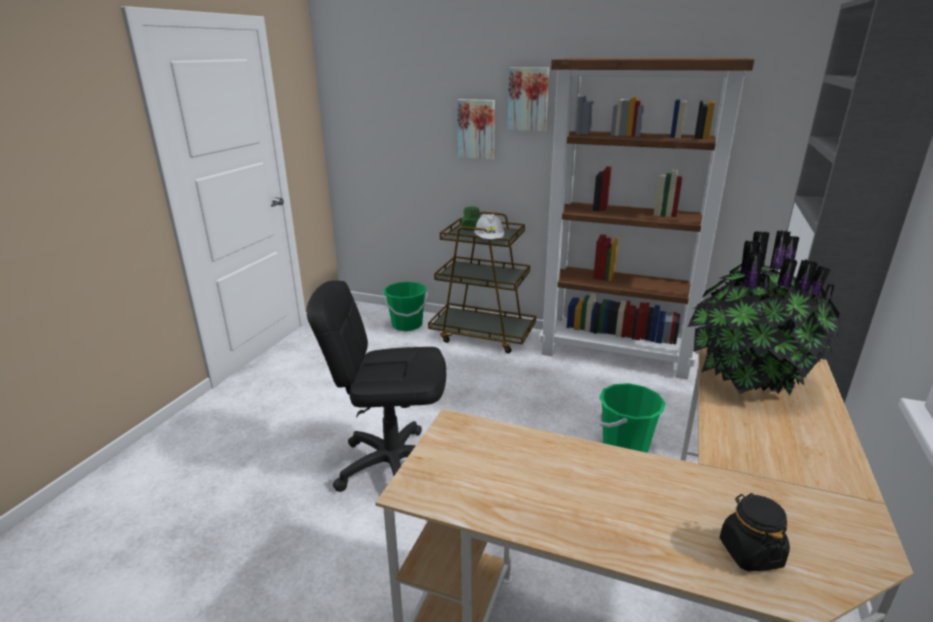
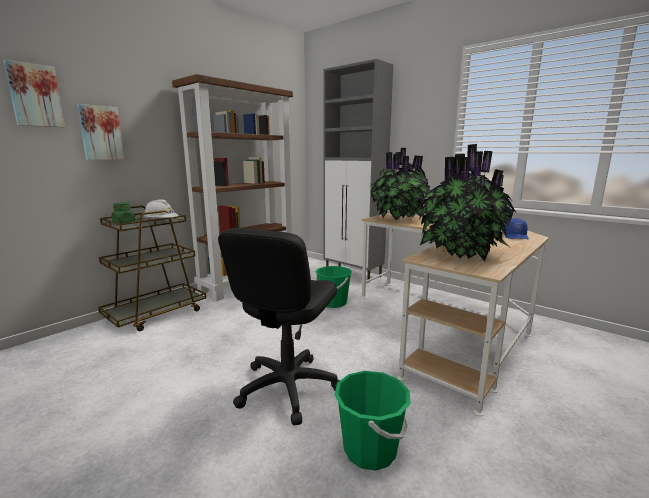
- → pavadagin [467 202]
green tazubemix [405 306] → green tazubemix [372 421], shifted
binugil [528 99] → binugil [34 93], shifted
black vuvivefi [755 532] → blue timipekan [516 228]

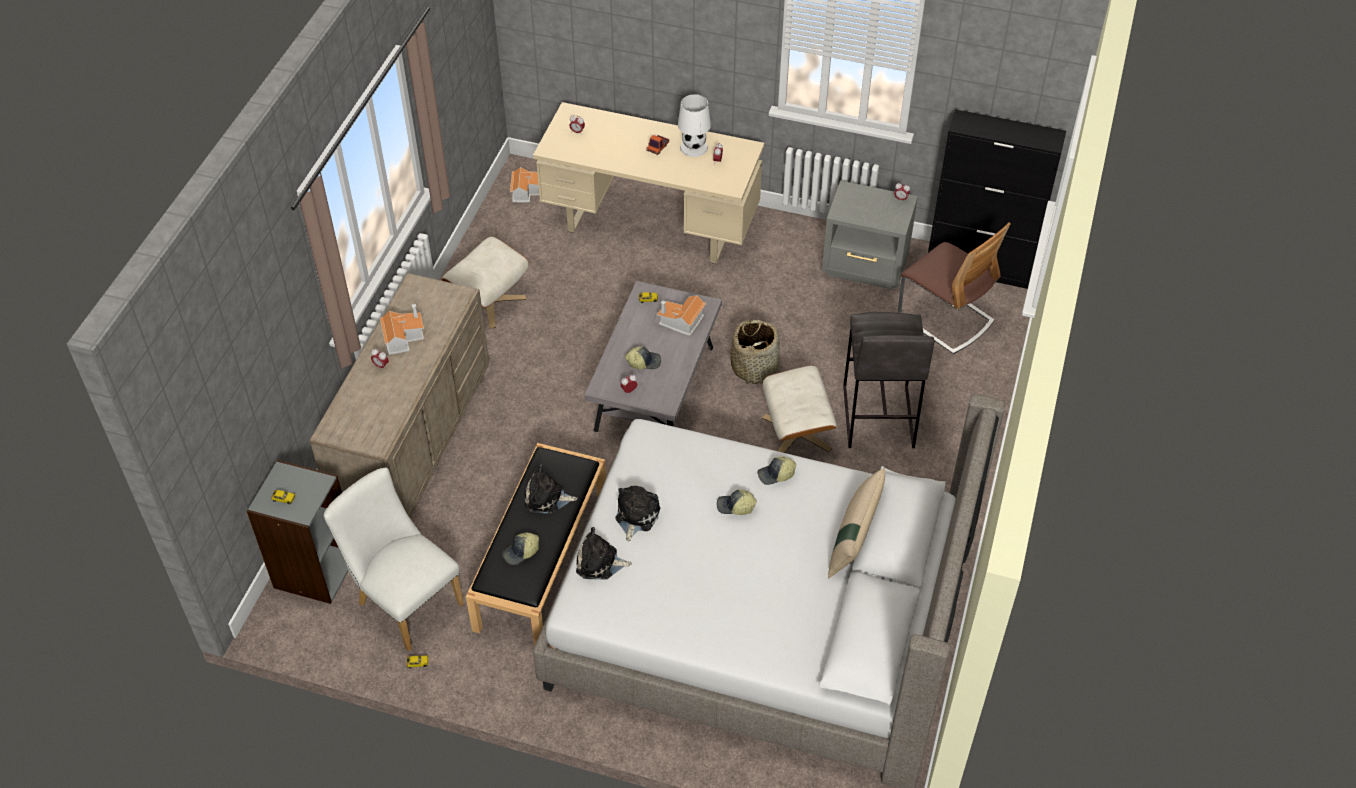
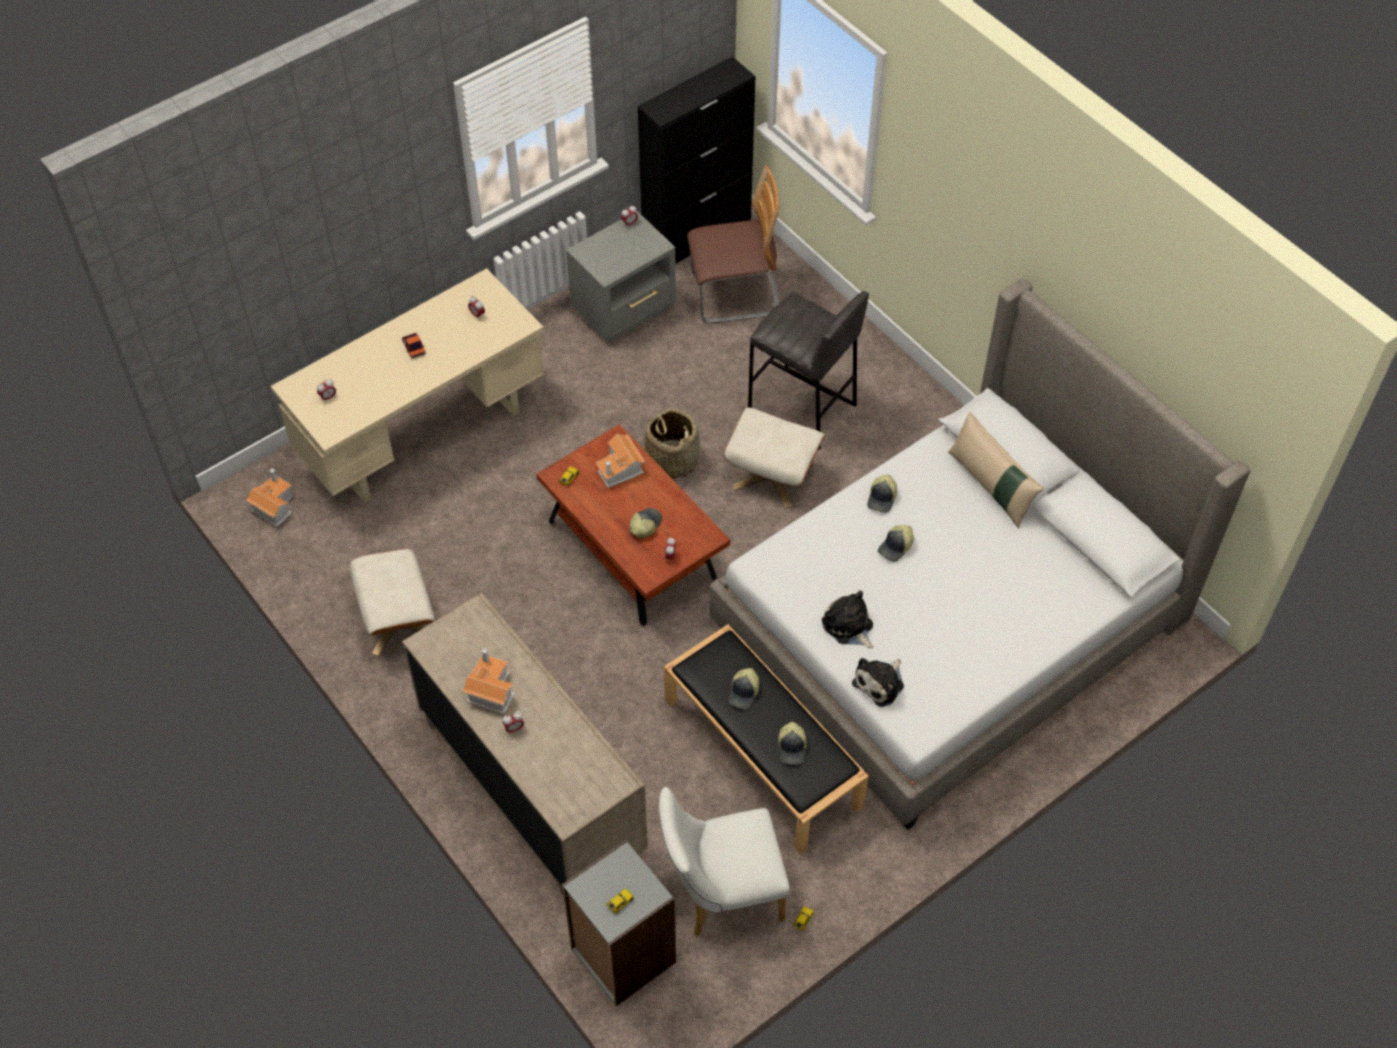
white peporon [694 125] → -
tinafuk [551 488] → timipekan [743 688]
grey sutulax [653 356] → brown sutulax [633 525]

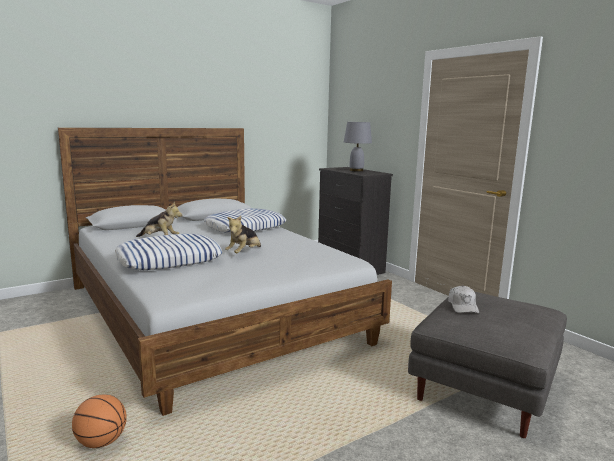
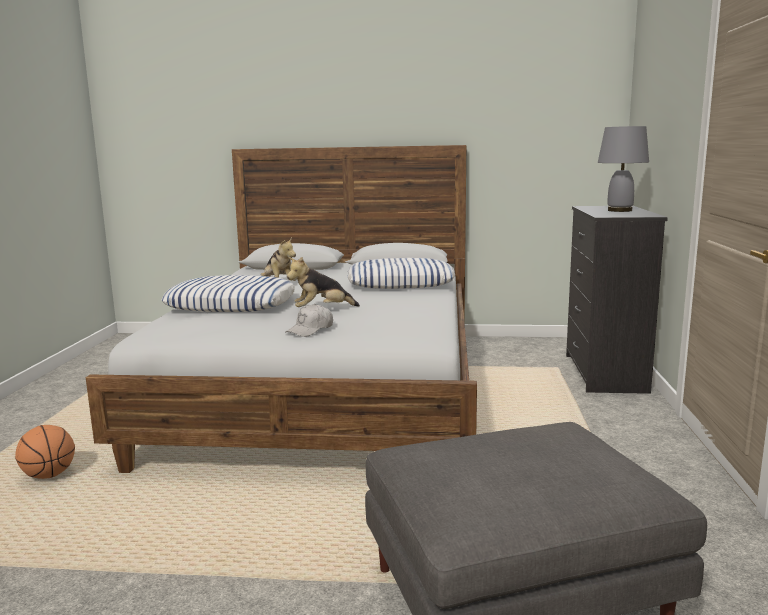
white timipekan [463 299] → white timipekan [309 320], shifted

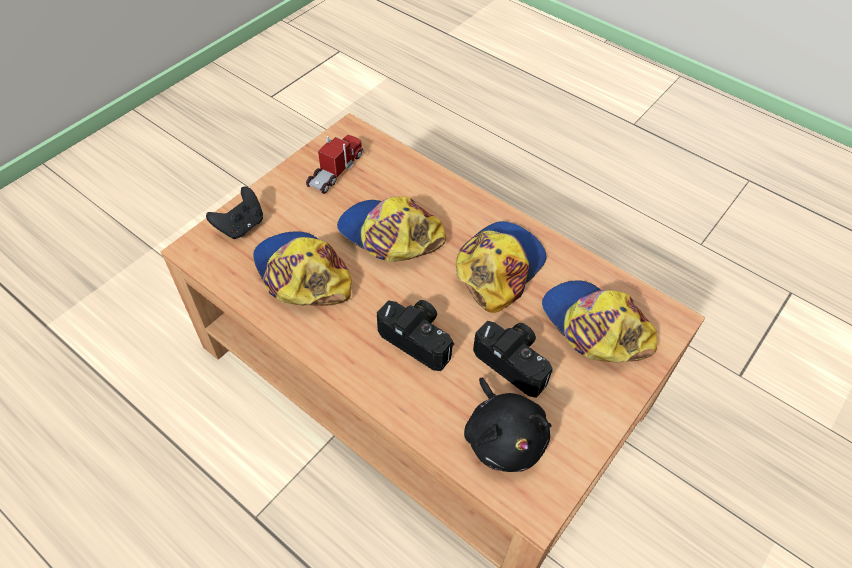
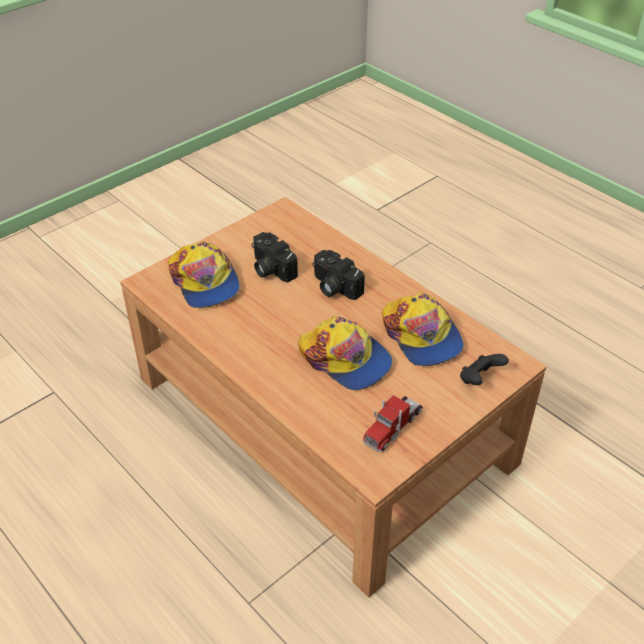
timipekan [501 267] → -
black tinafuk [508 424] → -

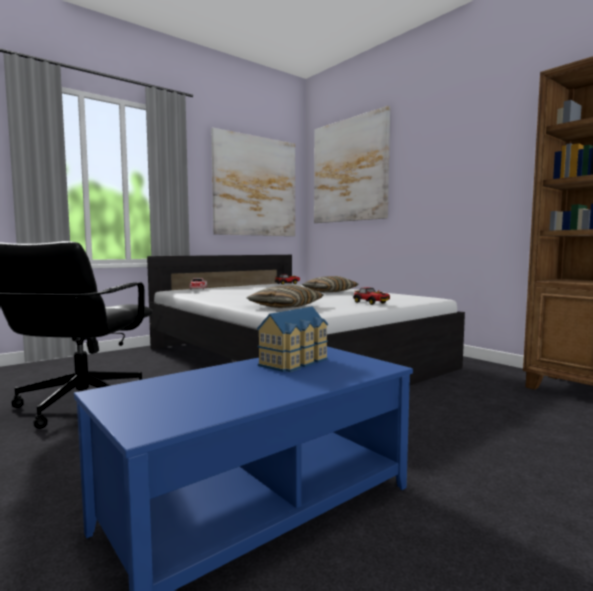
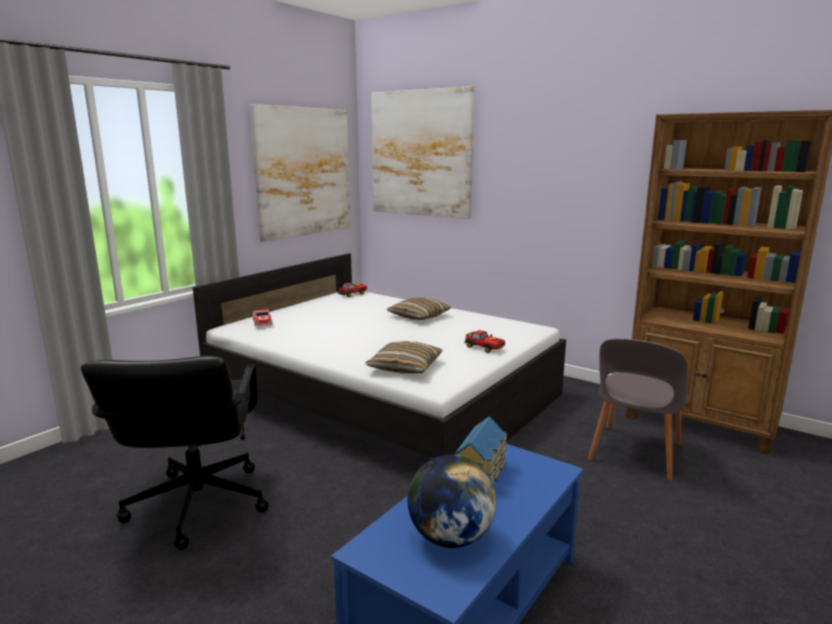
- → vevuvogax [452 501]
- → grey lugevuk [638 409]

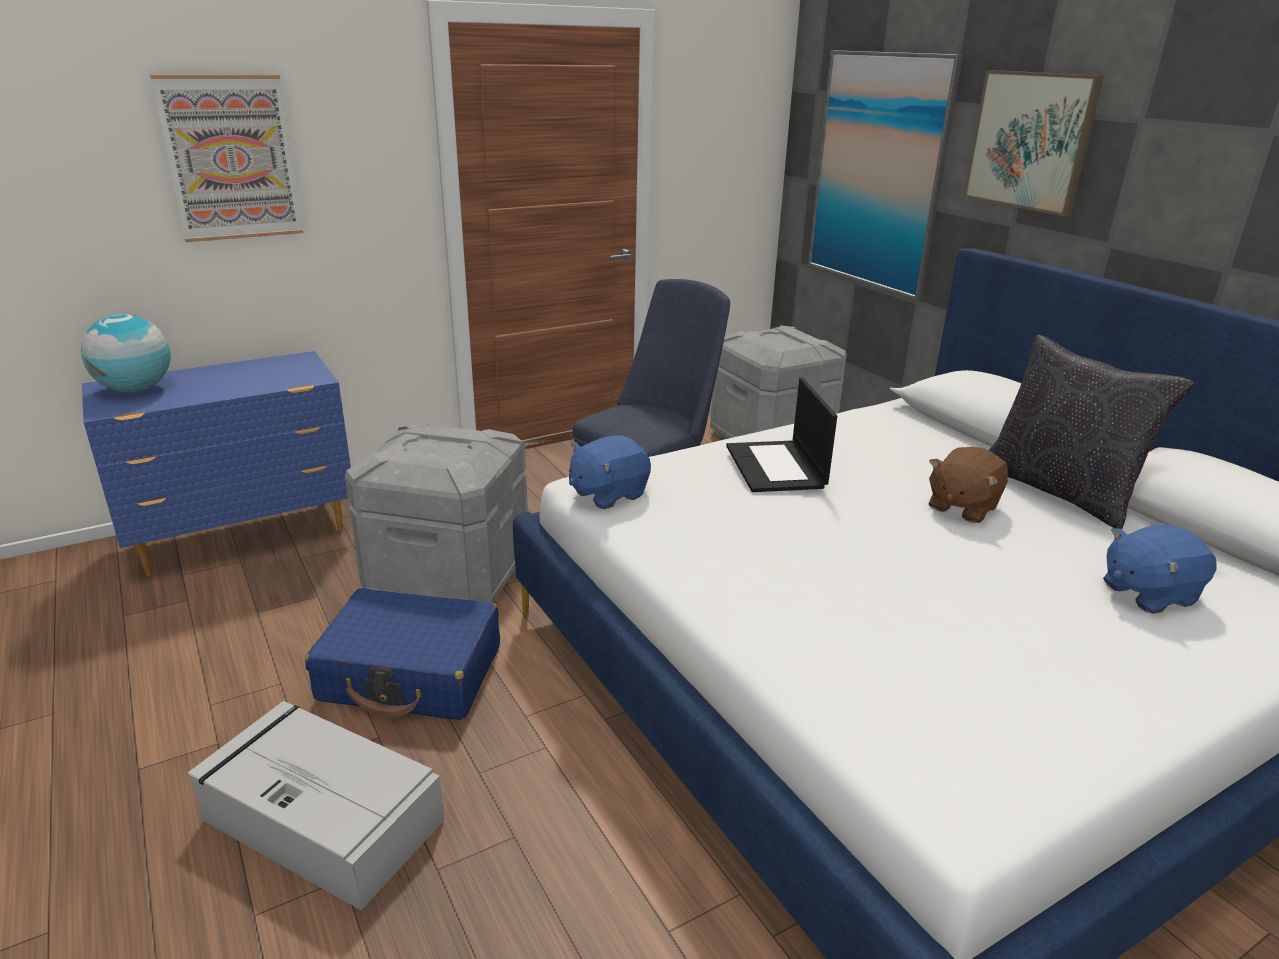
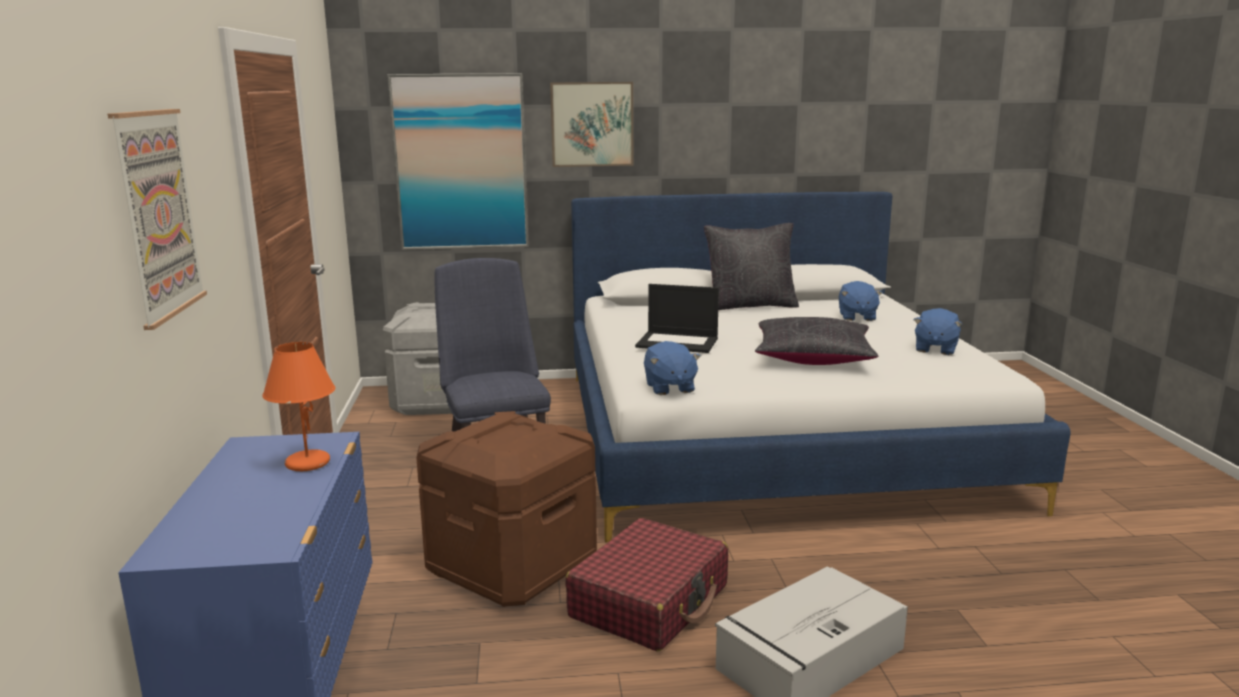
vevuvogax [126 353] → -
brown tinafuk [968 485] → -
- → orange peporon [298 406]
- → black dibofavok [817 341]
- → blue tinafuk [938 331]
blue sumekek [402 654] → red sumekek [646 584]
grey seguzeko [436 512] → brown seguzeko [506 509]

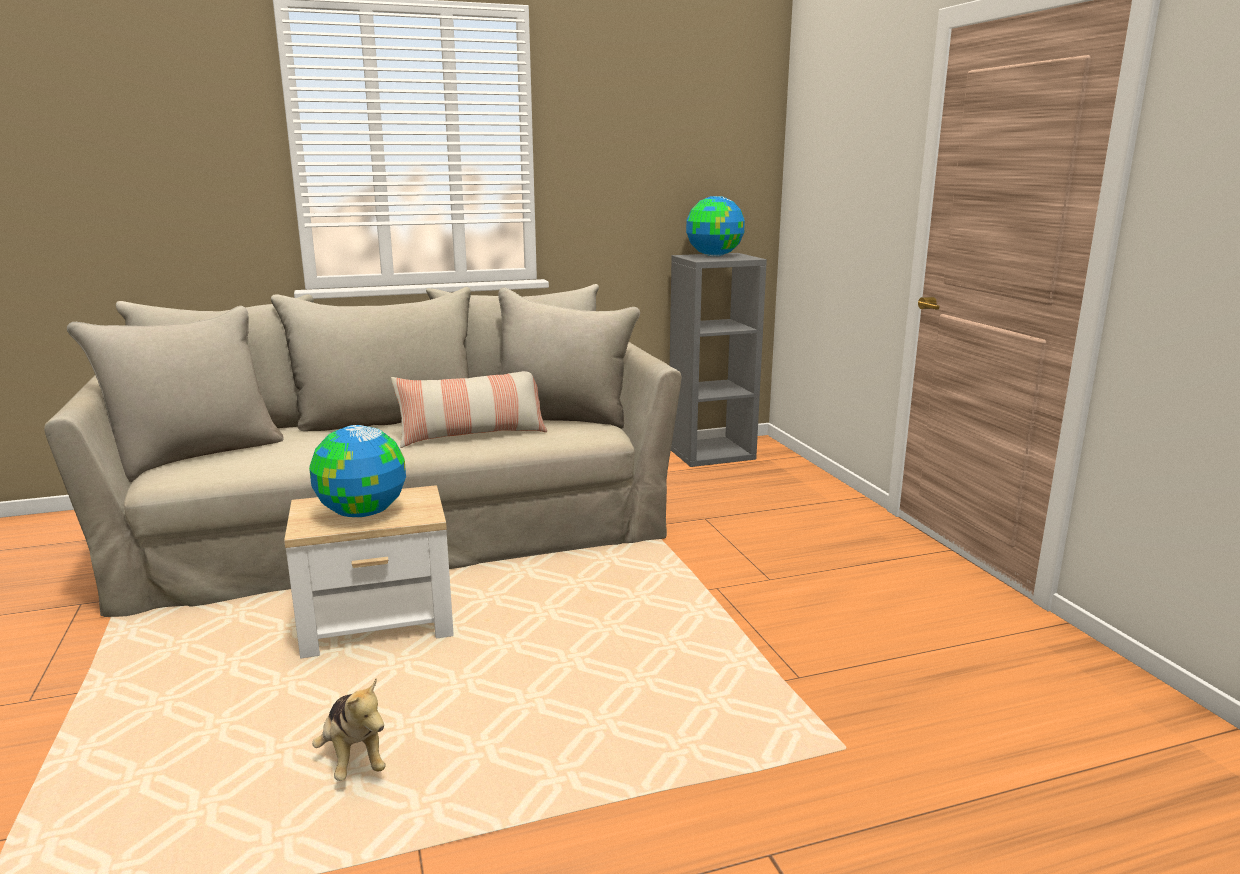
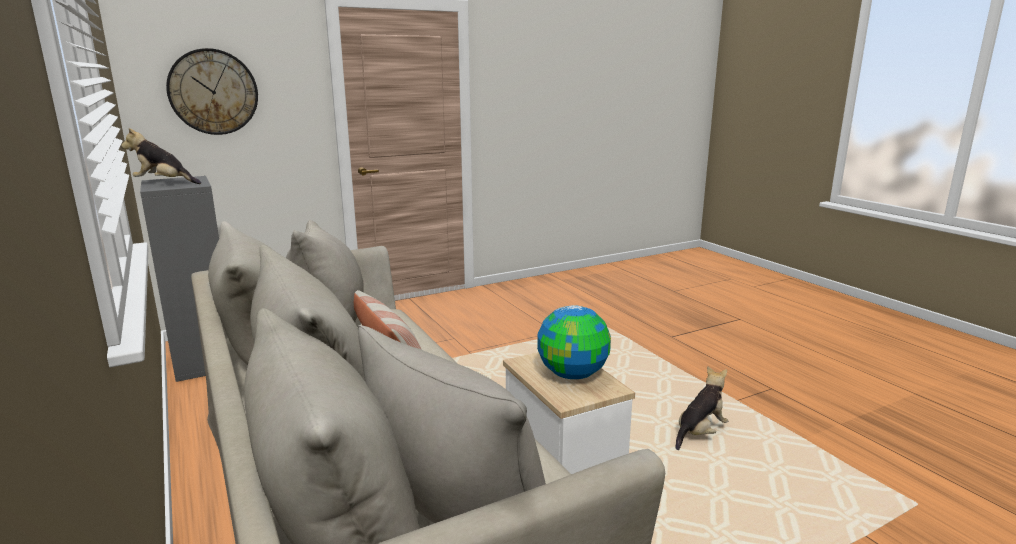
- → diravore [212 91]
vevuvogax [715 226] → tinafuk [161 156]

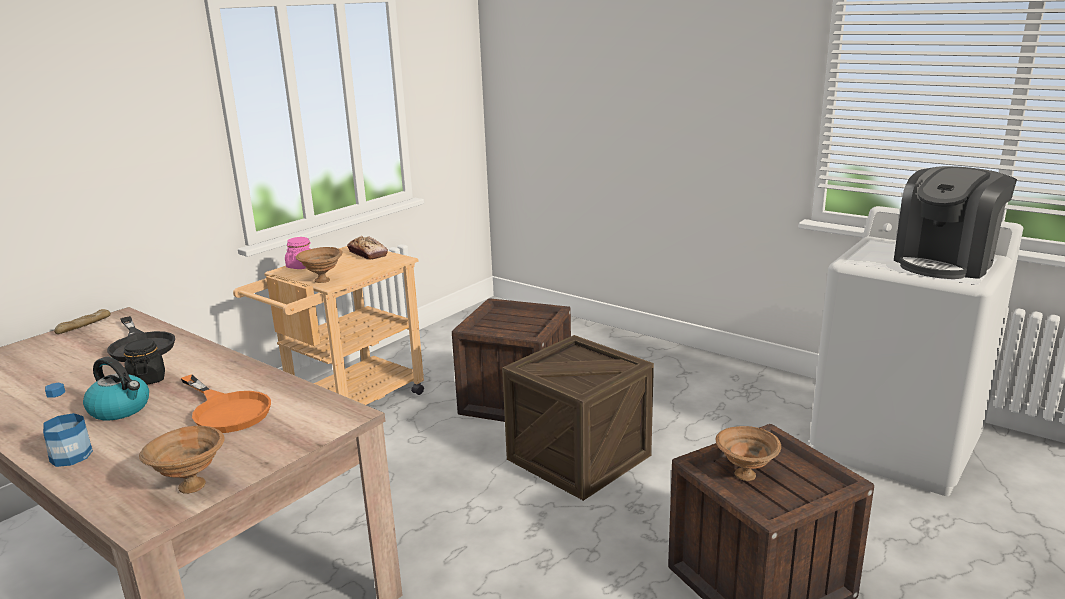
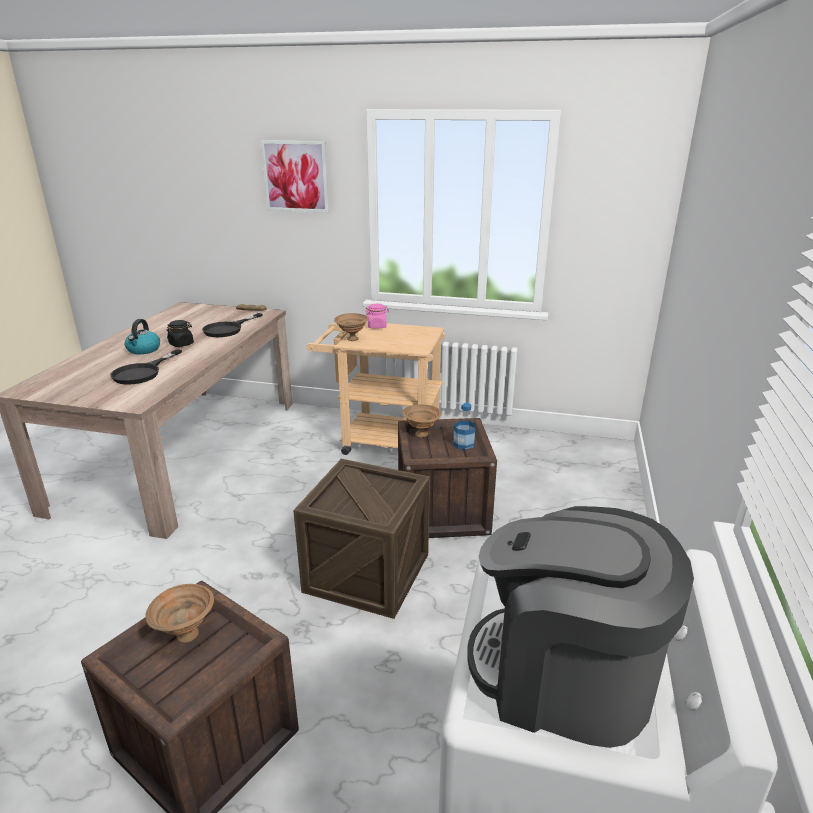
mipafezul [367 248] → -
- → binugil [295 176]
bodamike [68 425] → bodamike [464 426], shifted
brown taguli [182 460] → brown taguli [422 421], shifted
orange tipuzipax [226 404] → black tipuzipax [146 367]

